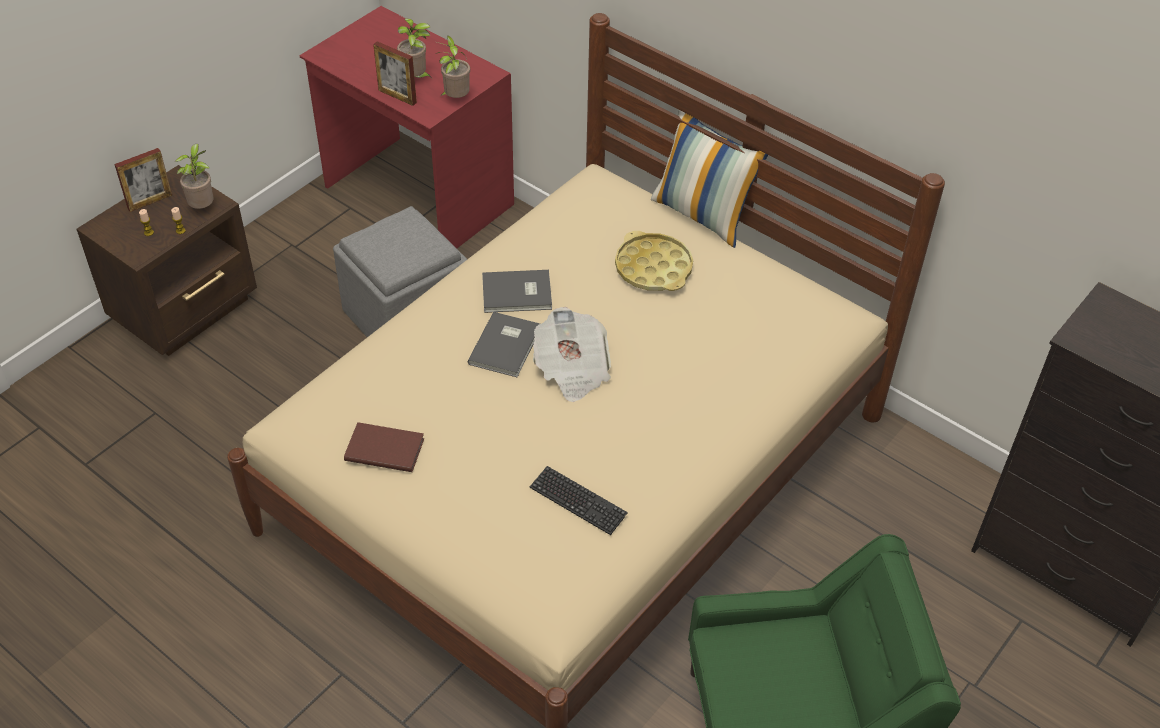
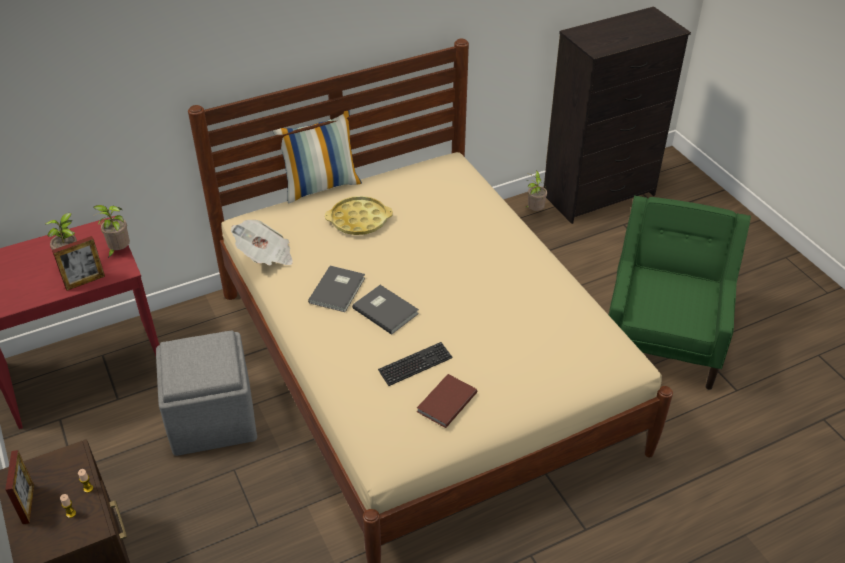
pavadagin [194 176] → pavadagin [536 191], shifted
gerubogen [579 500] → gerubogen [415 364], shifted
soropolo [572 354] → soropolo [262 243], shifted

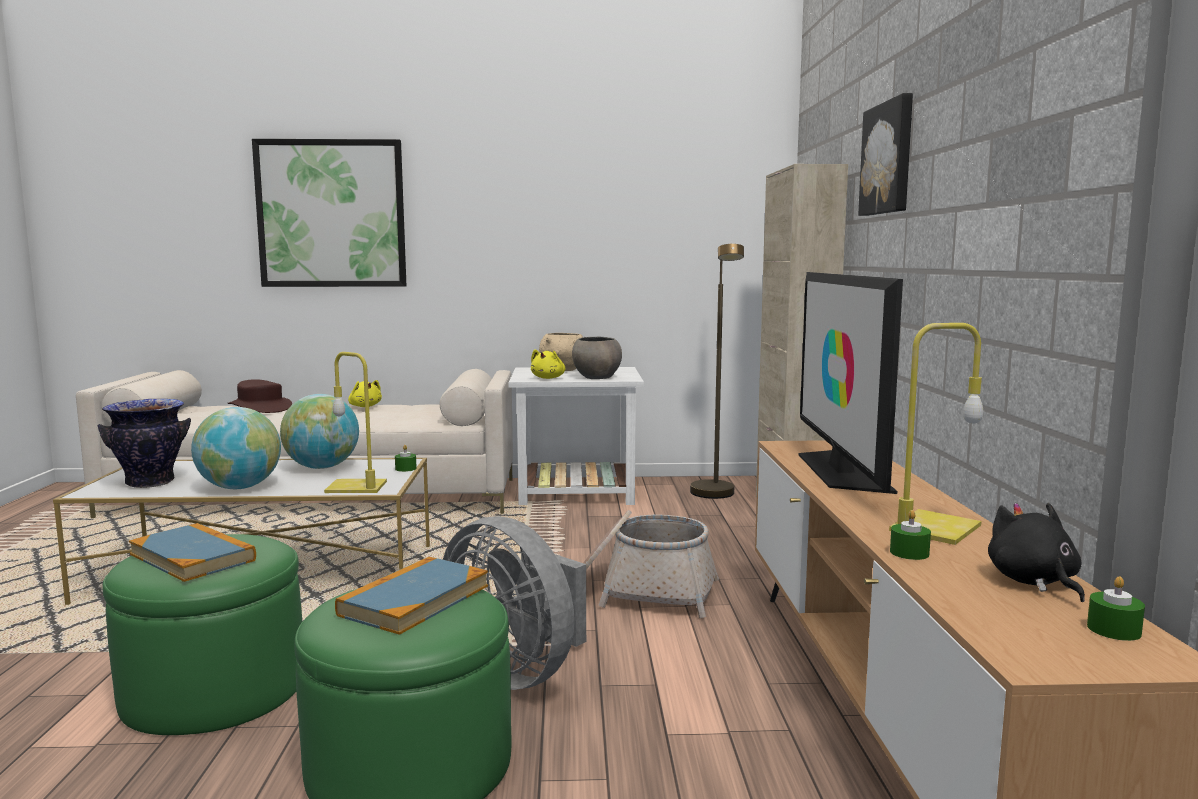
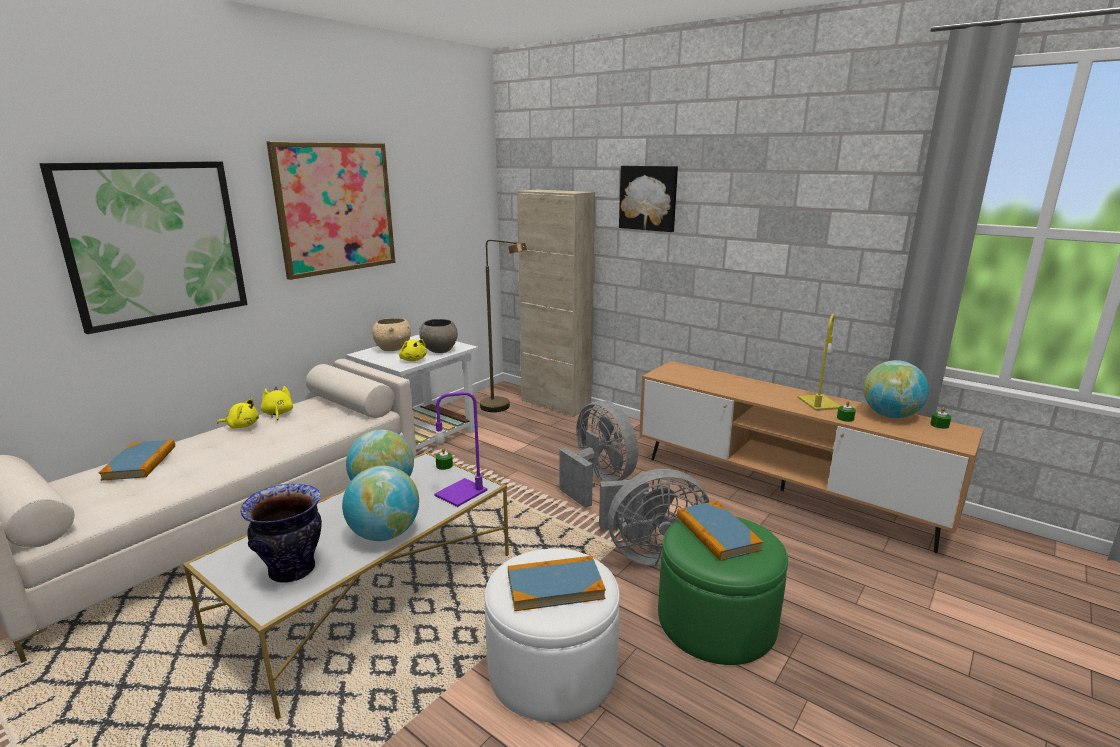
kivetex [850 383] → -
- → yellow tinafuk [276 403]
- → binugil [331 211]
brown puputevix [260 396] → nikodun [137 460]
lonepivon [651 564] → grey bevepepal [599 454]
black tinafuk [1036 552] → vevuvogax [896 389]
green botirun [202 634] → white botirun [552 636]
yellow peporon [355 422] → purple peporon [460 449]

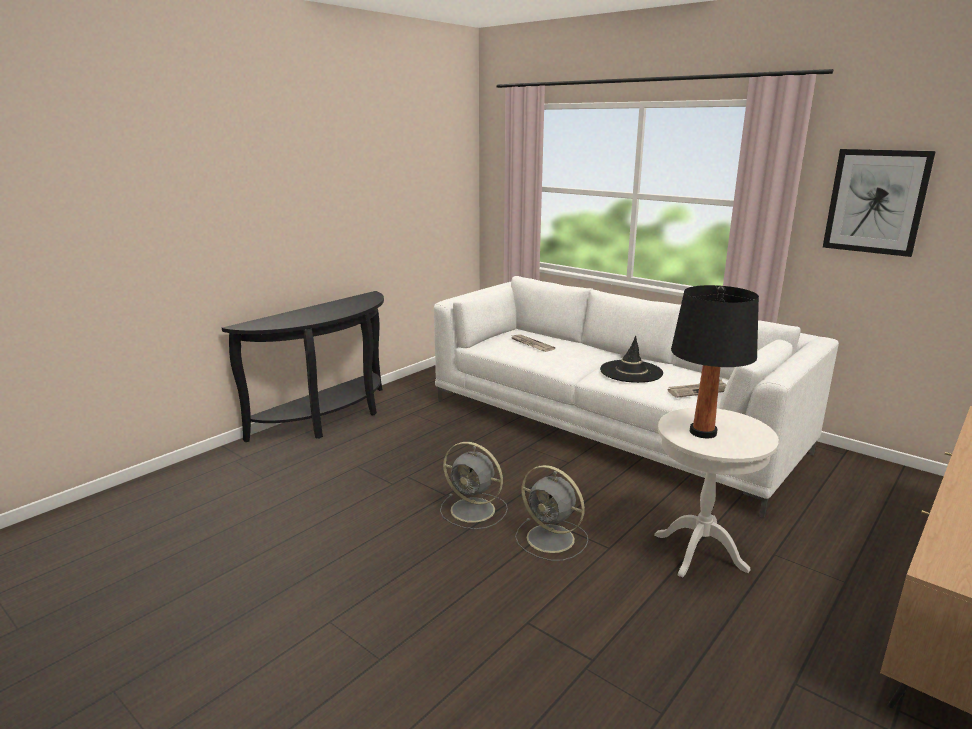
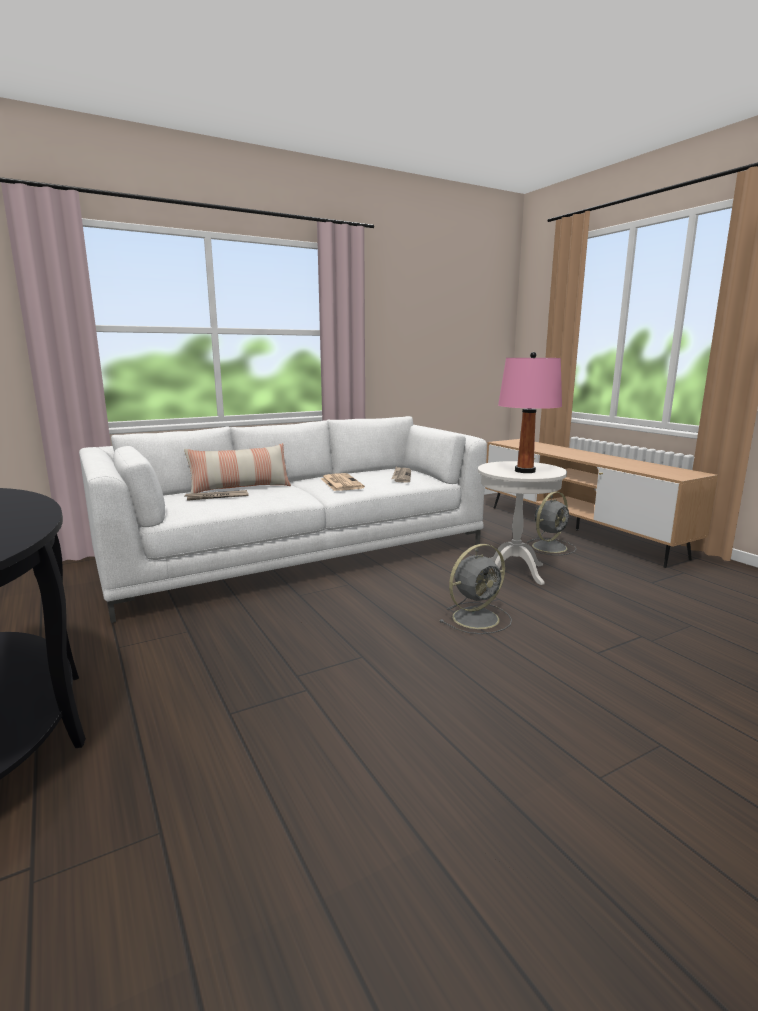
binugil [879 203] → -
- → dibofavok [237 468]
grey bevepepal [474 485] → grey bevepepal [551 523], shifted
black puputevix [631 359] → soropolo [343 482]
black peporon [715 361] → pink peporon [530 412]

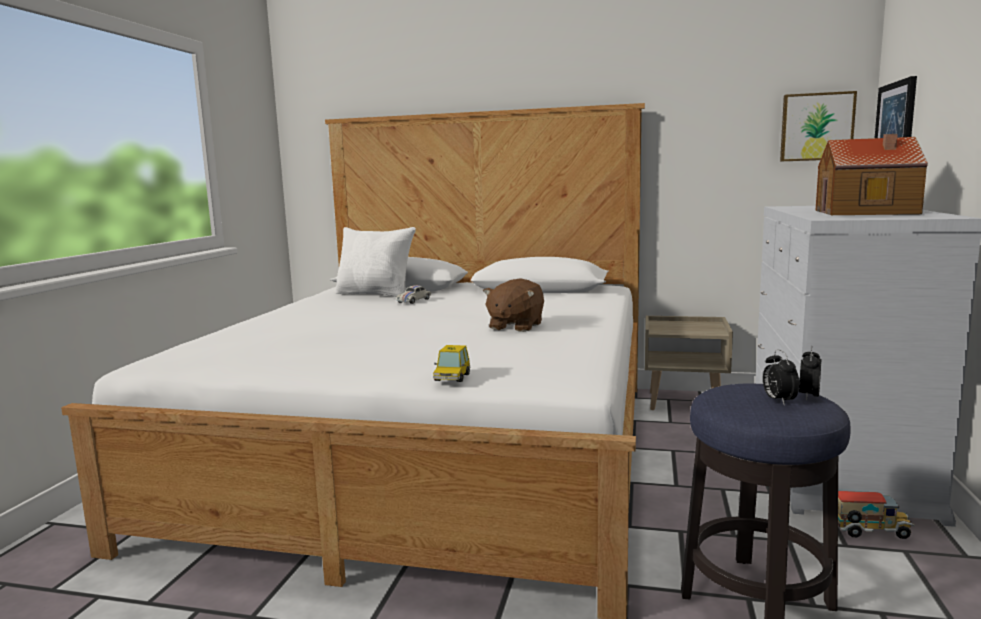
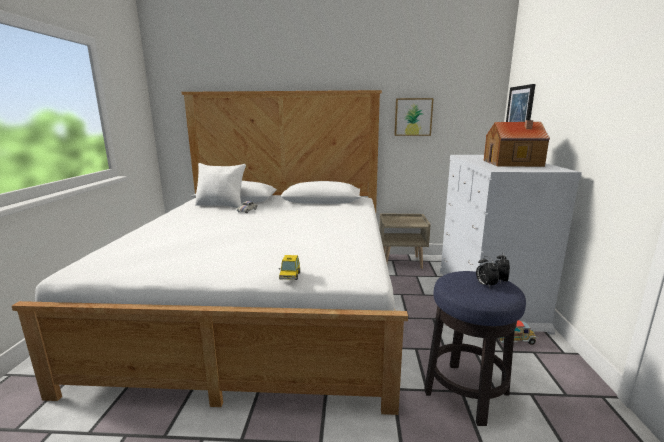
brown tinafuk [513 305] → -
binugil [818 126] → binugil [414 117], shifted

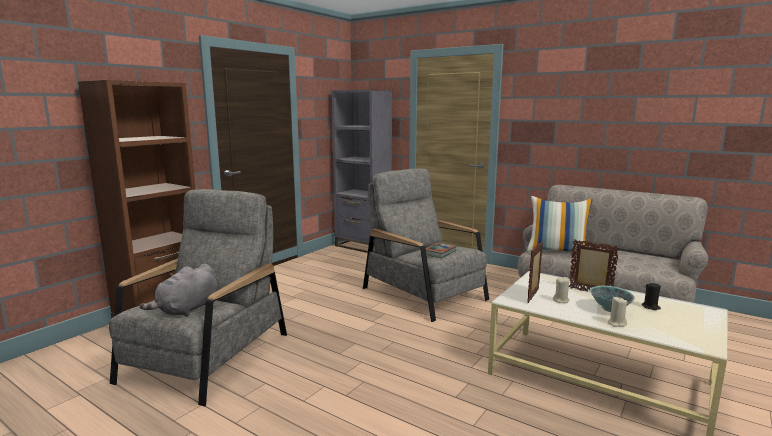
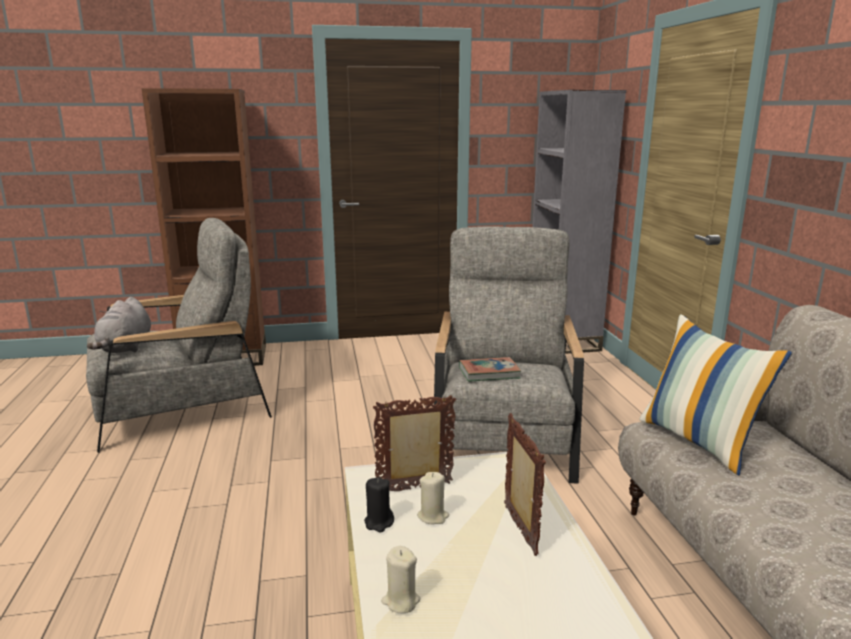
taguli [612 299] → -
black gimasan [651 296] → black gimasan [379 504], shifted
grey tinafuk [178 290] → grey tinafuk [119 325], 75 degrees counterclockwise

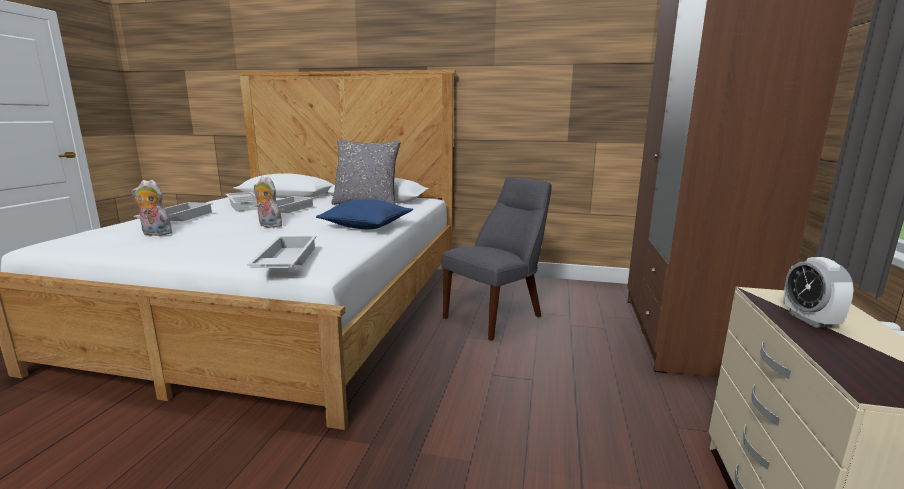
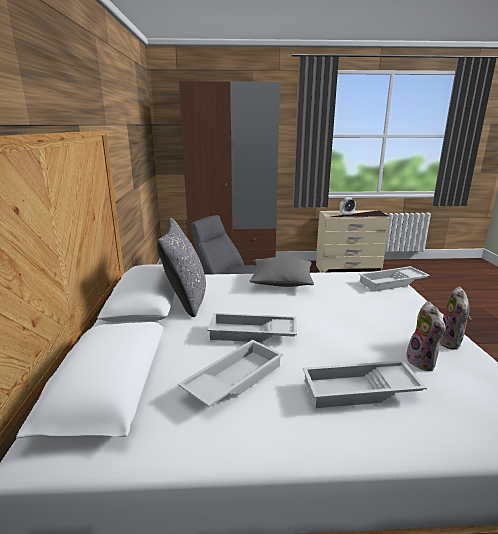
tinafuk [268 202] → tinafuk [455 318], shifted
blue dibofavok [364 214] → grey dibofavok [282 272]

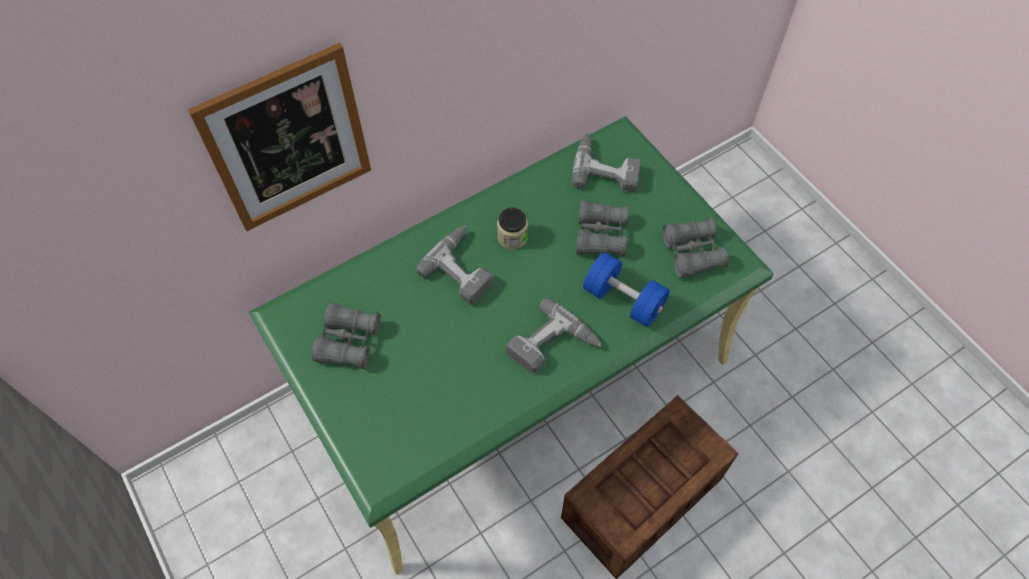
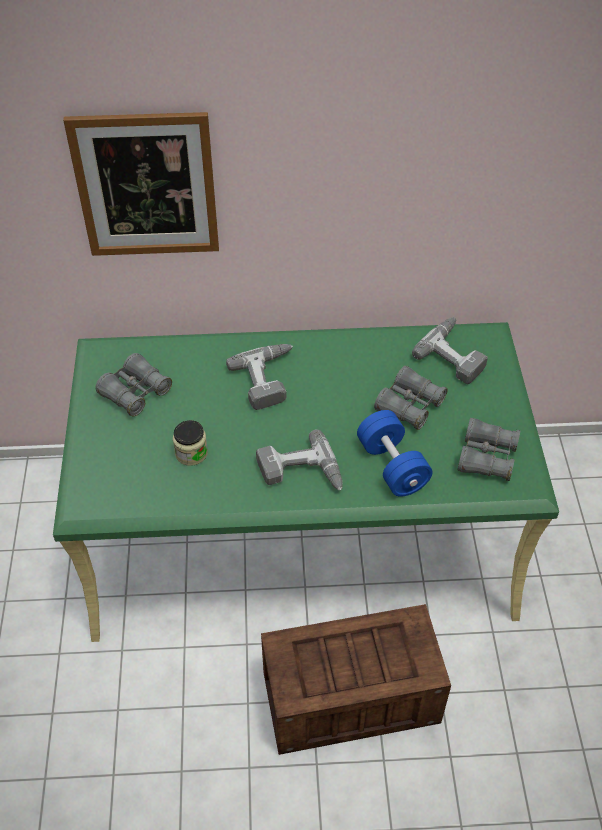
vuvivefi [512 229] → vuvivefi [190 443], shifted

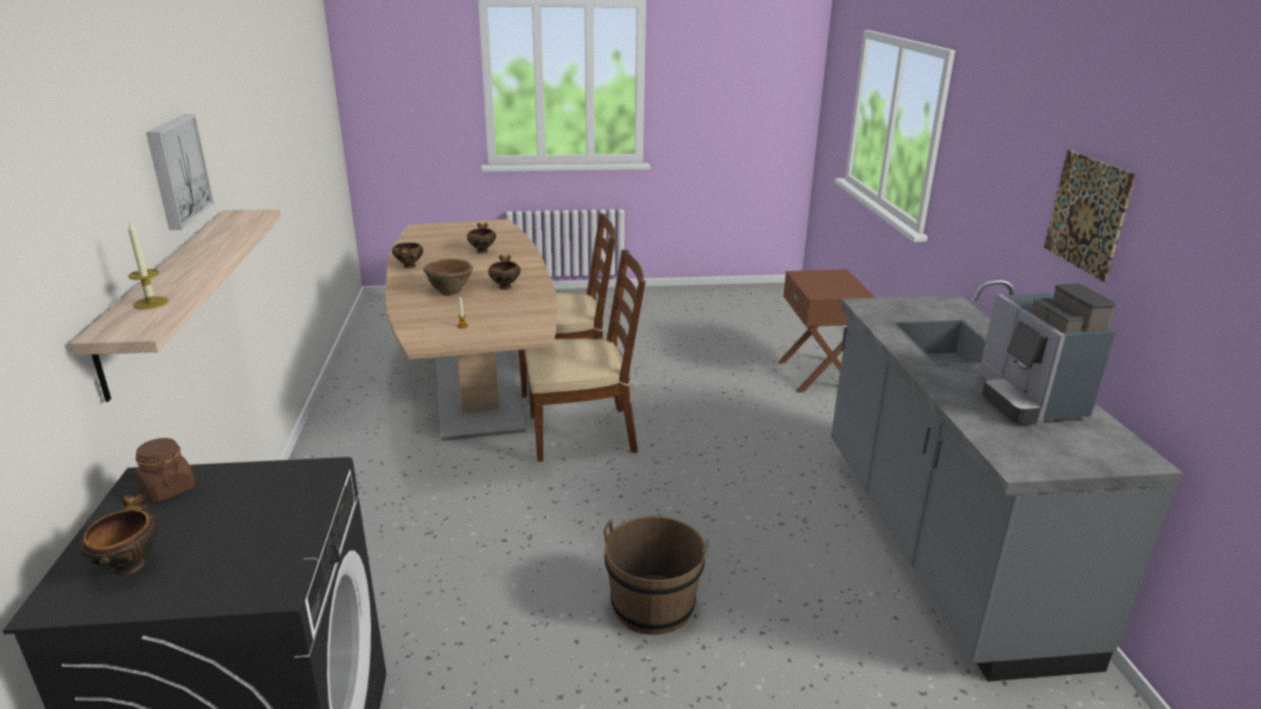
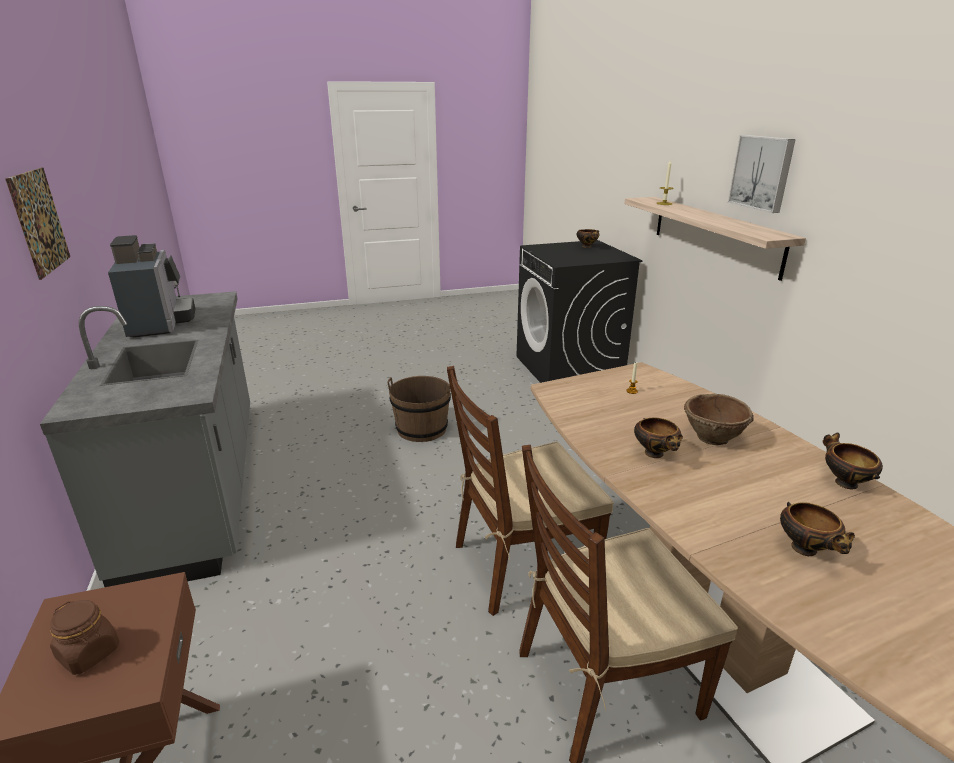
brown vuvivefi [165 470] → brown vuvivefi [84 637], shifted

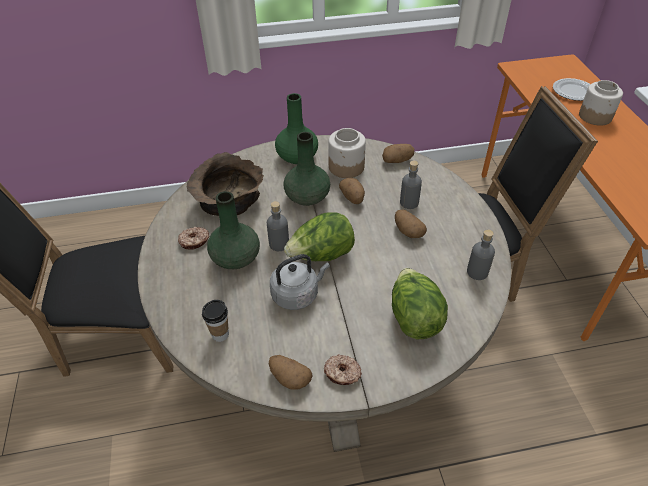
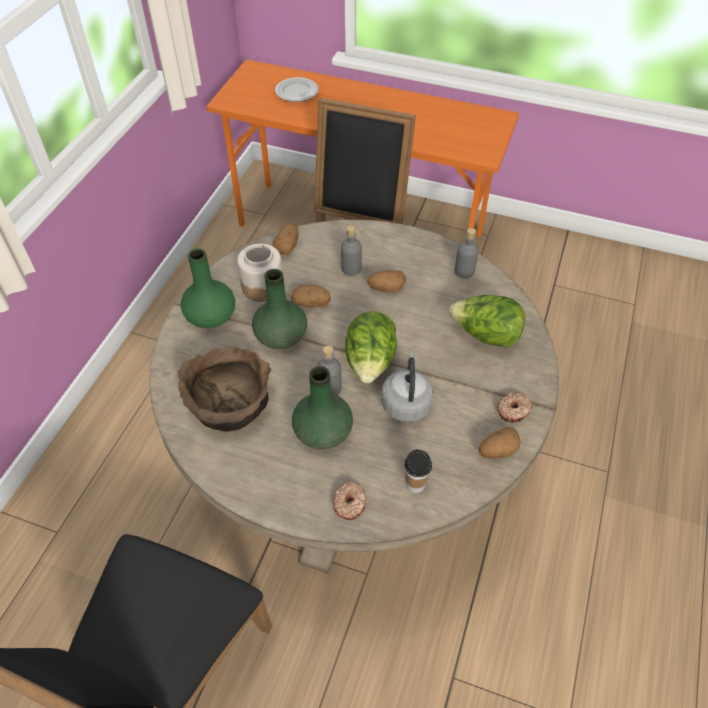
vuvivefi [601 102] → -
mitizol [193 238] → mitizol [349 500], shifted

